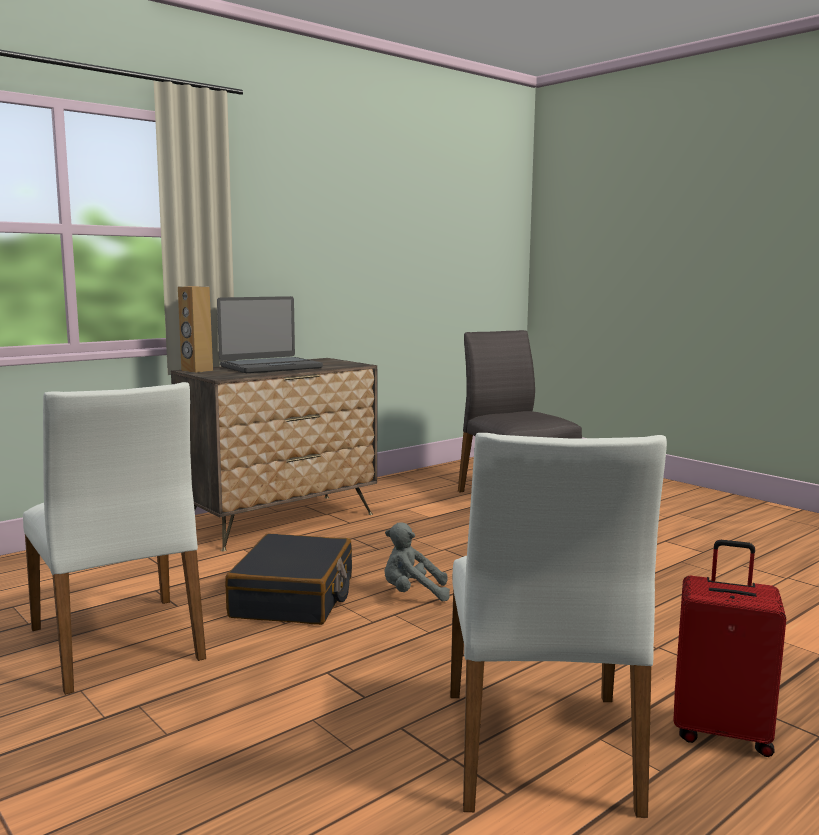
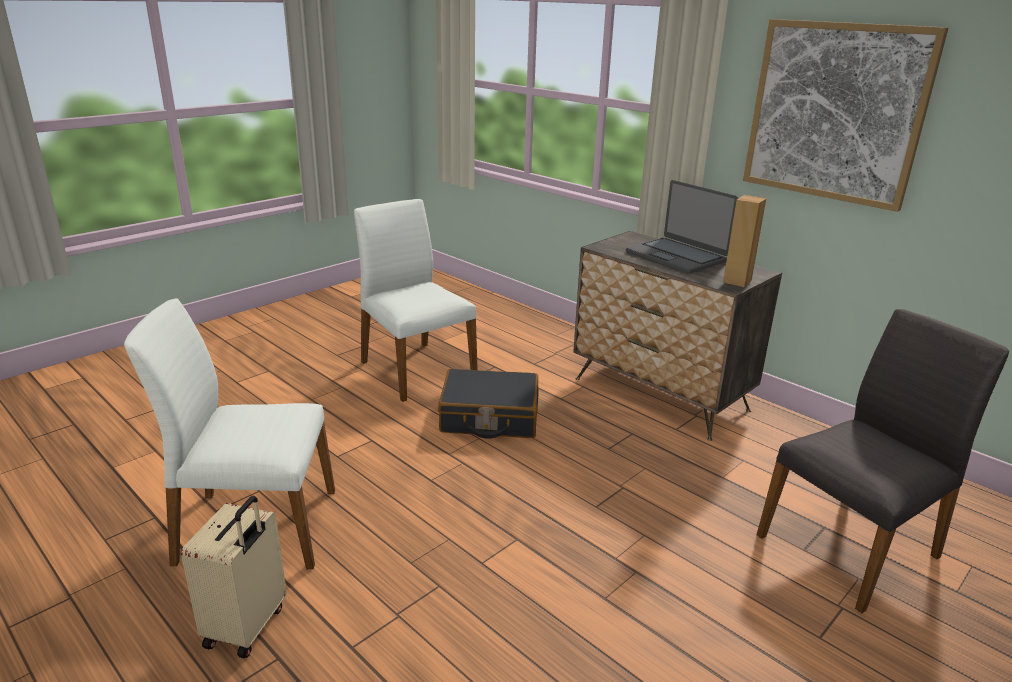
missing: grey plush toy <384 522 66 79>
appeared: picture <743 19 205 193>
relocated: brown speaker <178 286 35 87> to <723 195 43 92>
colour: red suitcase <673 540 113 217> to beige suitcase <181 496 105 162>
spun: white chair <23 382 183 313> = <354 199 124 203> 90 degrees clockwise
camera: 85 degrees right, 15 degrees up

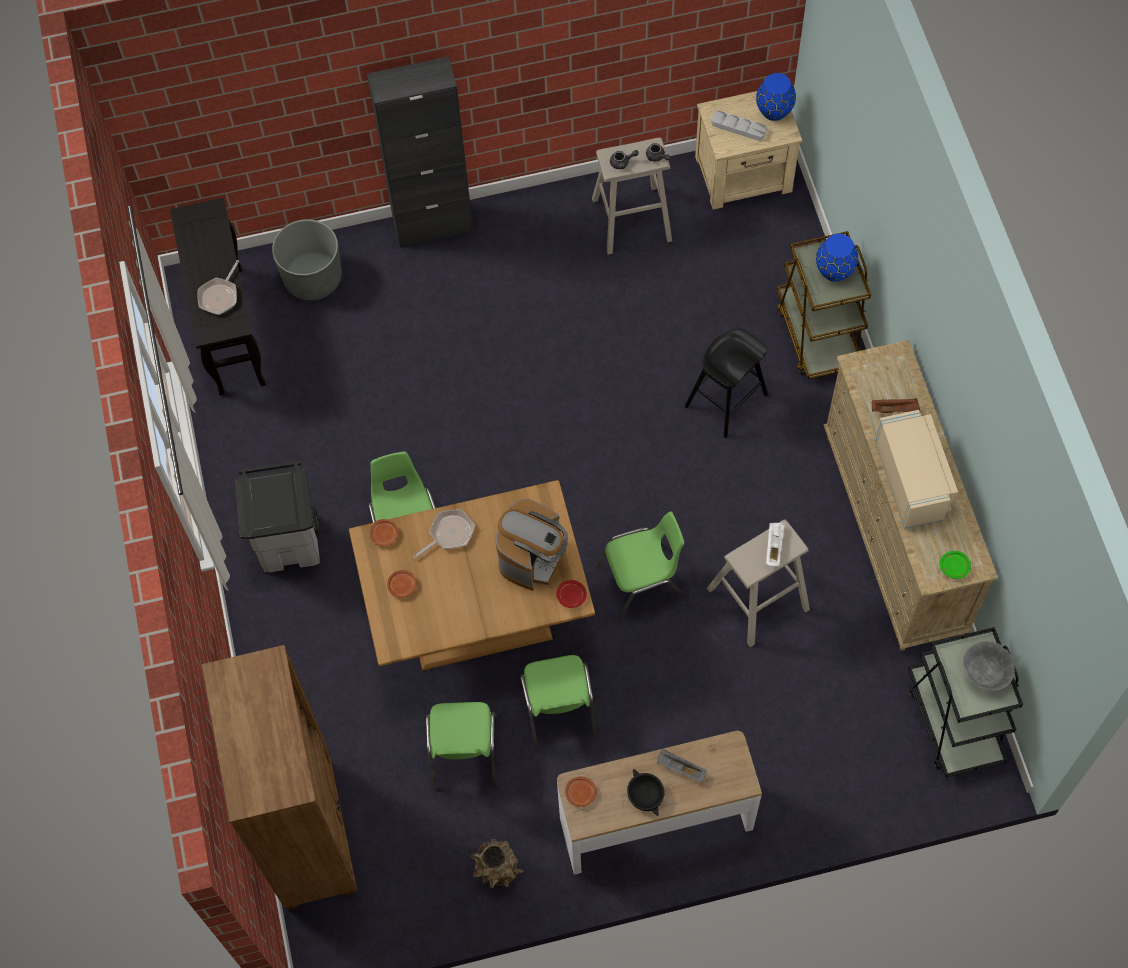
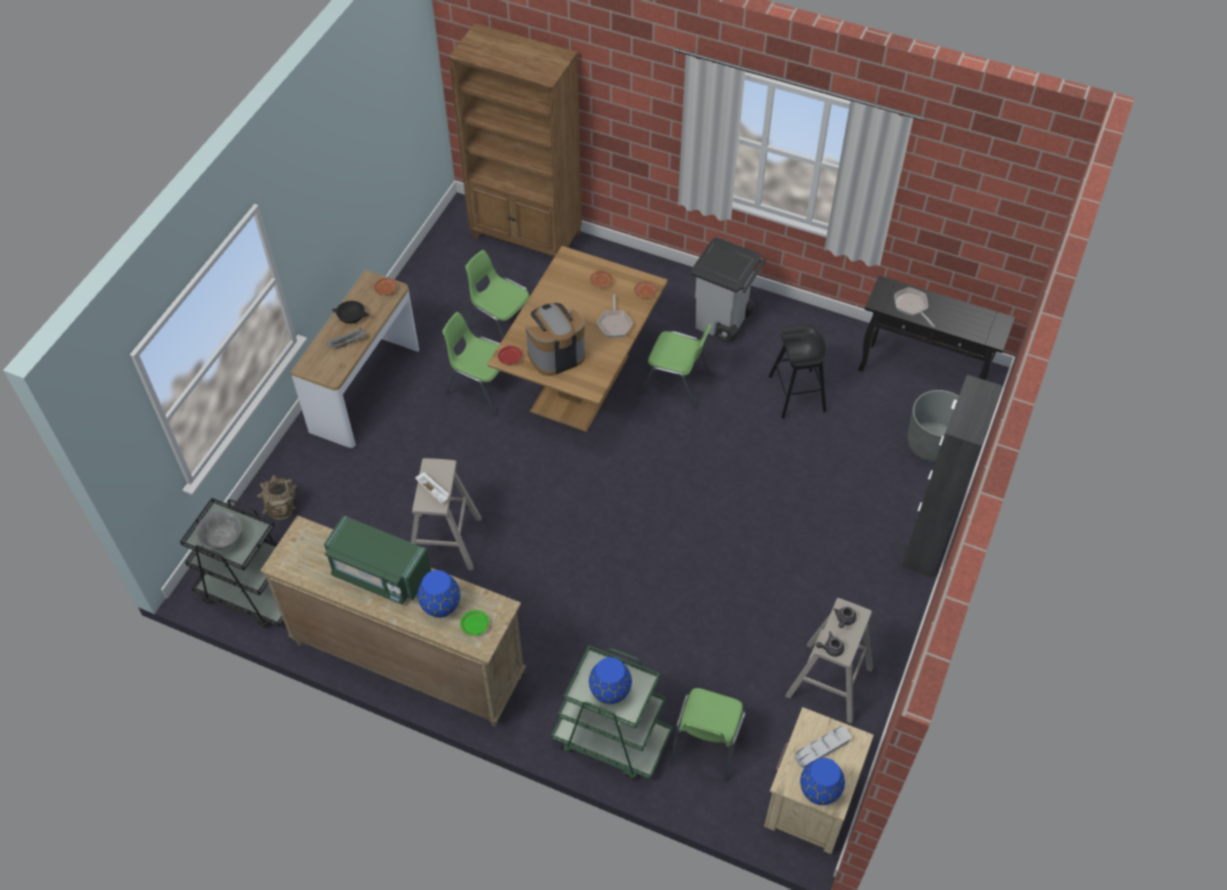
relocated: black stool <685 329 83 109> to <768 324 59 95>; green chair <596 512 90 109> to <670 688 76 94>; green plate <940 551 31 28> to <460 610 29 26>; brown vase <471 839 52 49> to <257 475 40 45>
exchanged: brown tray <872 398 48 15> to blue vase <417 570 43 48>
colour: brown cart <777 231 94 148> to green cart <551 646 122 134>; beige microwave <874 410 84 119> to green microwave <324 515 107 90>
spun: coffee machine <495 499 73 92> = <525 303 60 73> 90 degrees clockwise
camera: 125 degrees right, 10 degrees down

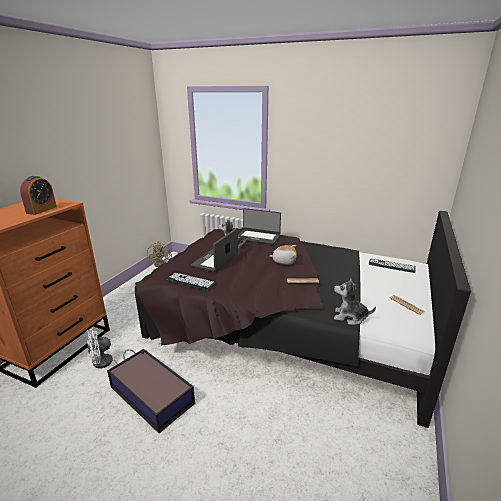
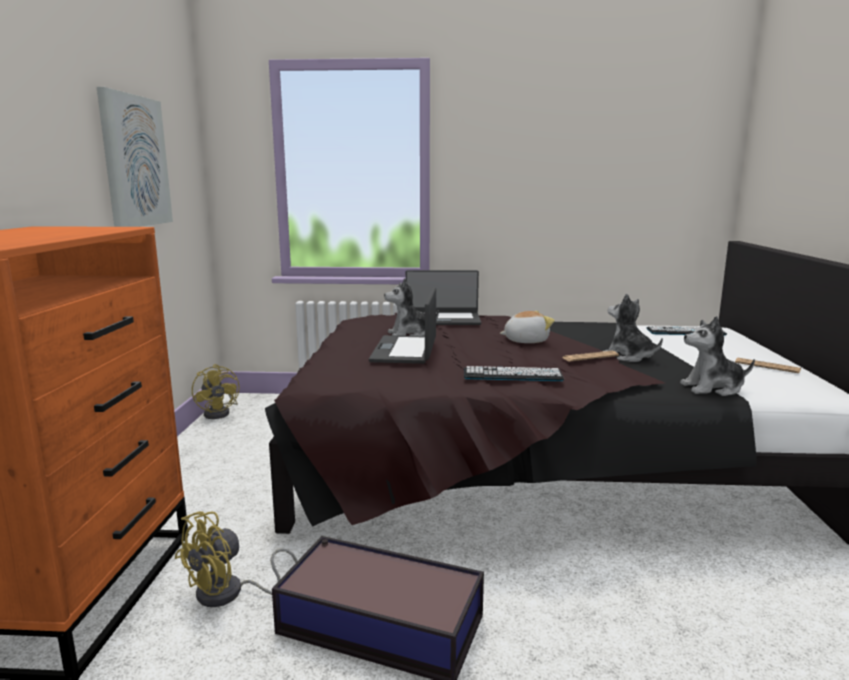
missing: alarm clock <20 176 37 39>
appeared: picture <97 87 76 140>; plush toy <605 293 58 69>
relocated: keyboard <167 273 48 17> to <464 366 100 15>
colour: white fan <87 328 49 41> to yellow fan <175 511 123 96>
camera: 20 degrees left, 10 degrees down

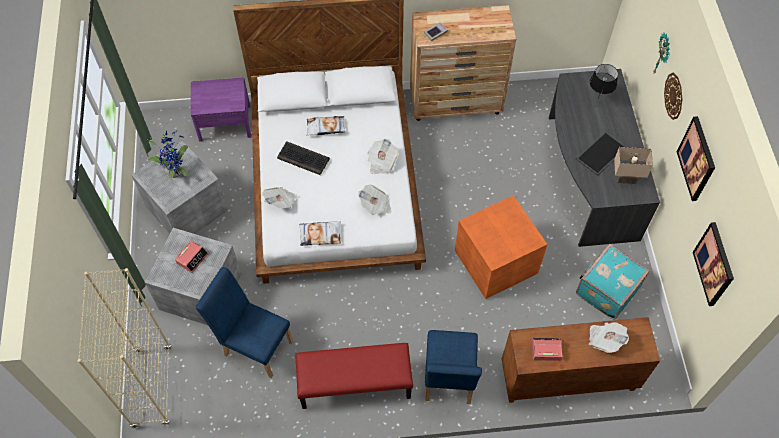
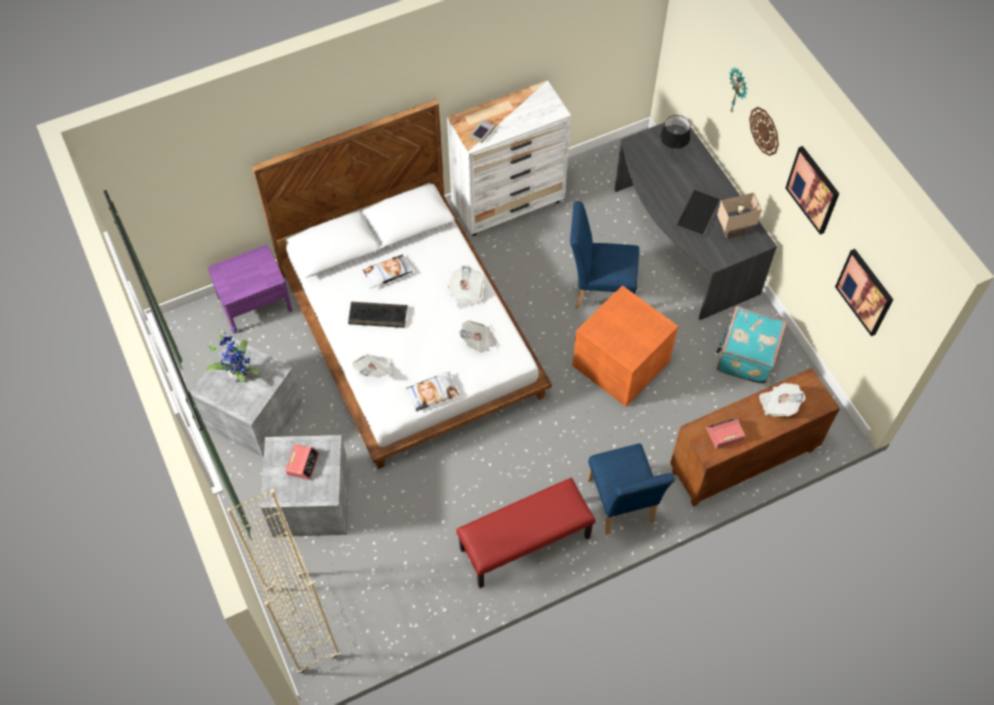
relocated: blue chair <196 267 97 111> to <570 201 69 108>
colour: brown dresser <410 5 106 116> to white dresser <447 80 124 156>
camera: 20 degrees left, 0 degrees up

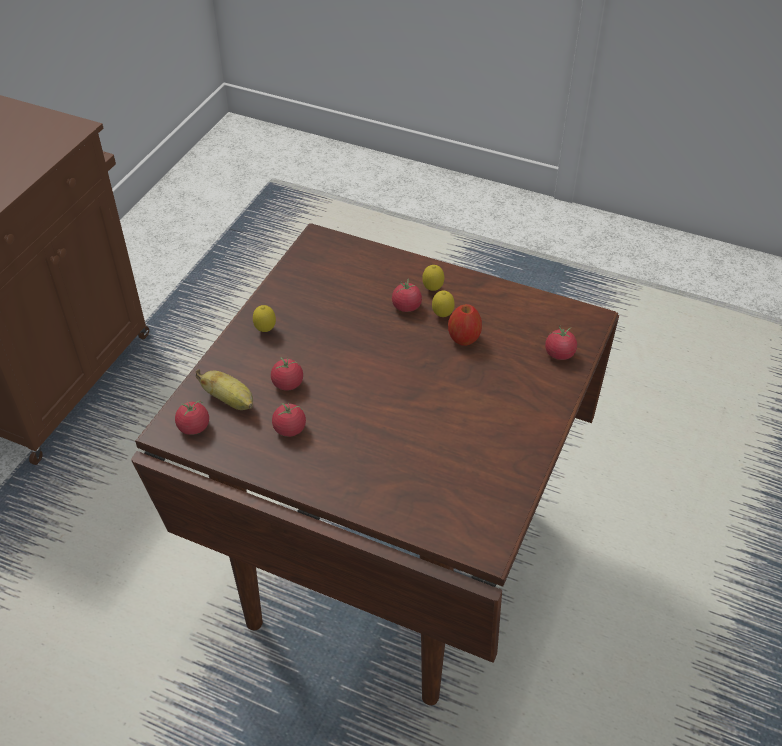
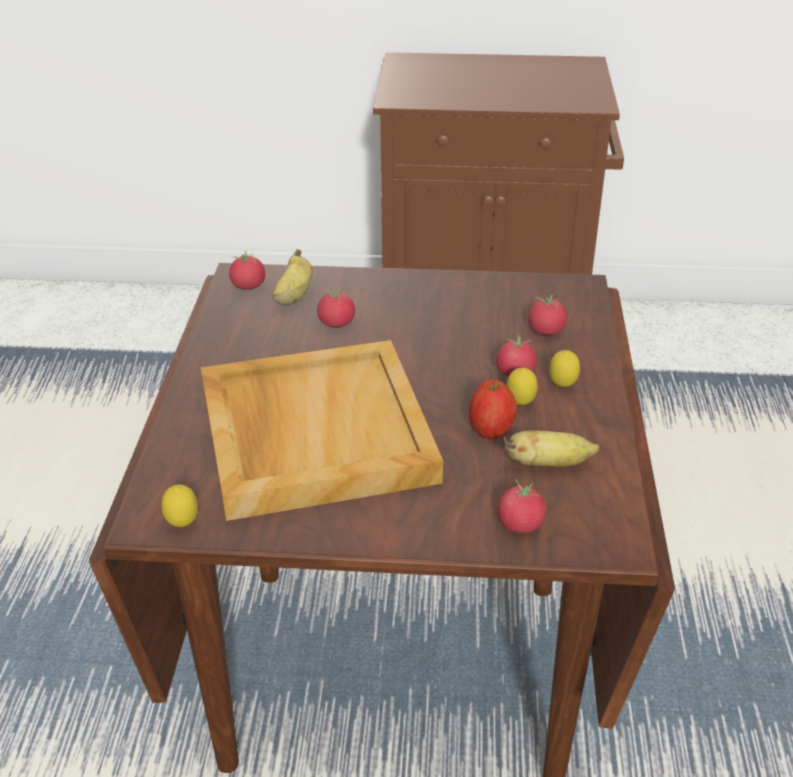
appeared: beige tray <201 340 242 181>; banana <502 430 98 36>
relocated: lemon <253 305 23 27> to <161 485 37 42>; tomato <272 402 34 35> to <529 294 38 41>
camera: 70 degrees right, 10 degrees down

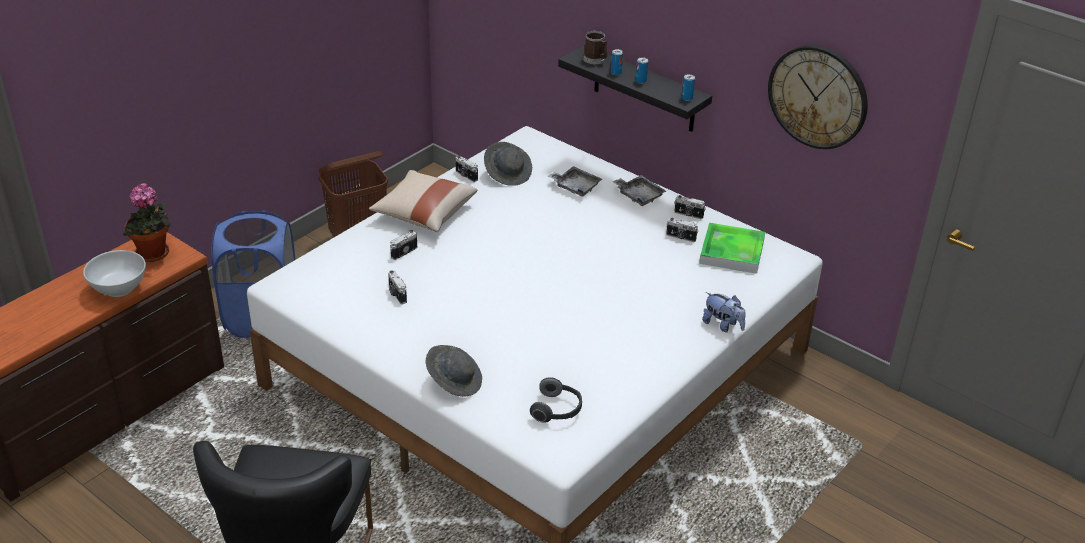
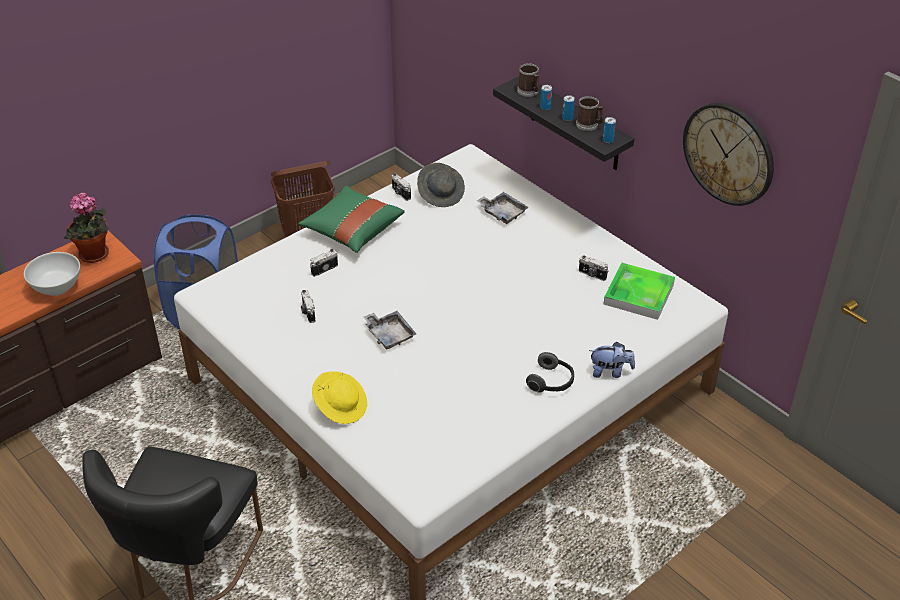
missing: photo camera <674 195 32 24>
appeared: mug <576 96 28 35>
relocated: grey tray <613 175 53 31> to <364 311 52 39>; headphones <530 377 52 46> to <526 352 48 41>
colour: beige pillow <369 170 109 62> to green pillow <298 186 106 67>; grey hat <425 345 57 52> to yellow hat <312 371 55 53>
spun: plush toy <702 292 44 40> = <589 342 46 36> 45 degrees counterclockwise
camera: 10 degrees right, 5 degrees up

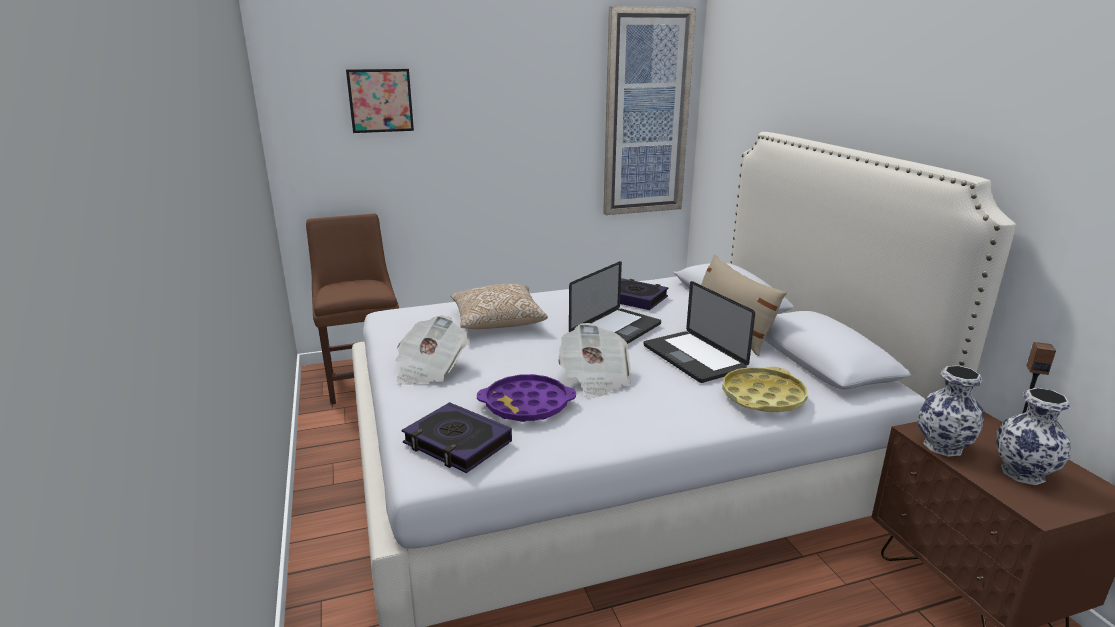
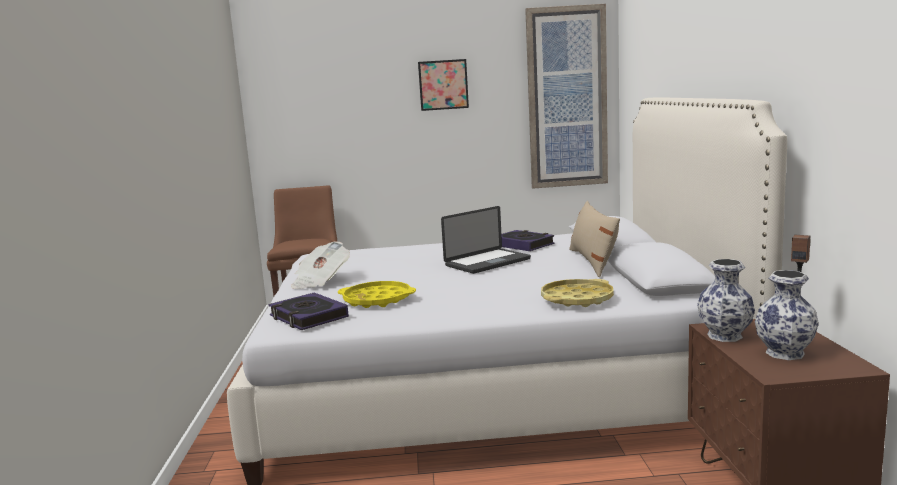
missing: laptop <644 281 111 102>; pillow <451 284 97 45>; newspaper <558 323 73 75>
relocated: picture <346 69 68 64> to <418 59 51 52>
colour: purple tray <477 374 99 48> to yellow tray <338 281 78 27>
camera: 15 degrees right, 10 degrees down

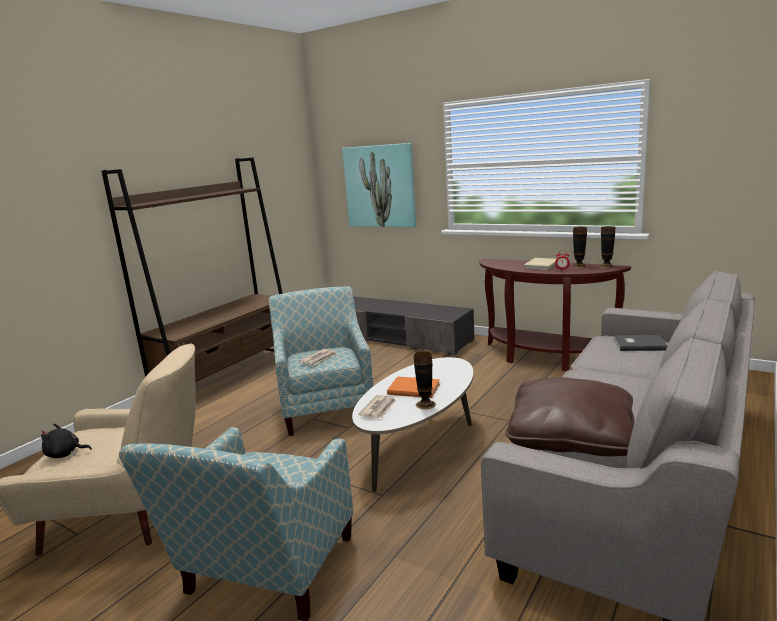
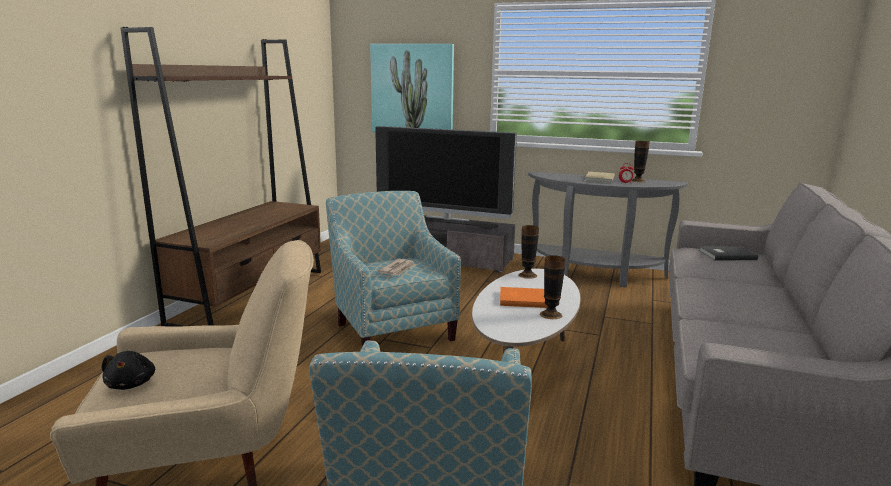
missing: brown pillow <505 377 129 79>; newspaper <358 395 38 23>
appeared: television <375 126 142 103>
relocated: vase <599 226 16 42> to <518 225 21 54>
colour: brown console table <479 259 152 112> to grey console table <528 171 160 116>
spun: black plush toy <41 424 51 34> = <102 351 53 39> 90 degrees counterclockwise
camera: 15 degrees left, 0 degrees up

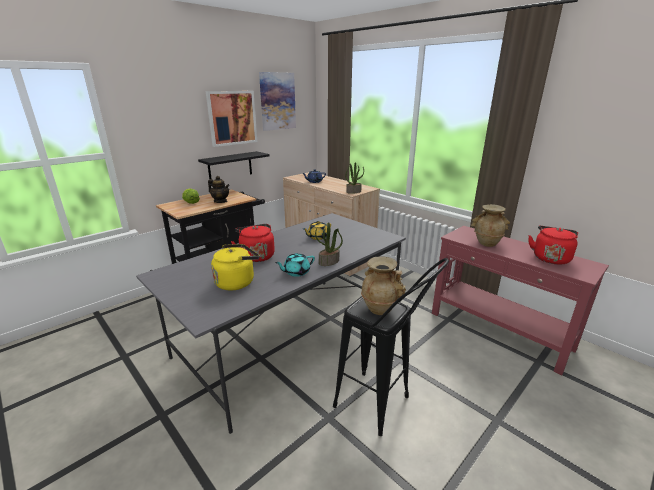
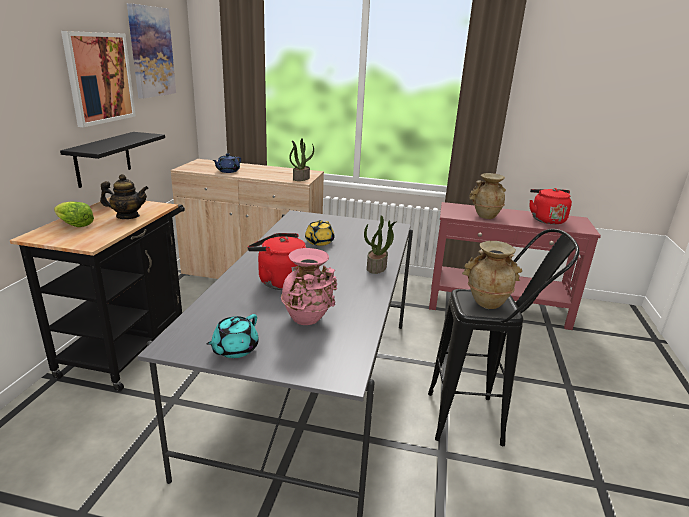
relocated: turquoise teapot <275 253 40 24> to <207 314 52 44>
exchanged: yellow kettle <211 244 49 47> to pink vase <281 248 56 77>
camera: 35 degrees left, 0 degrees up

